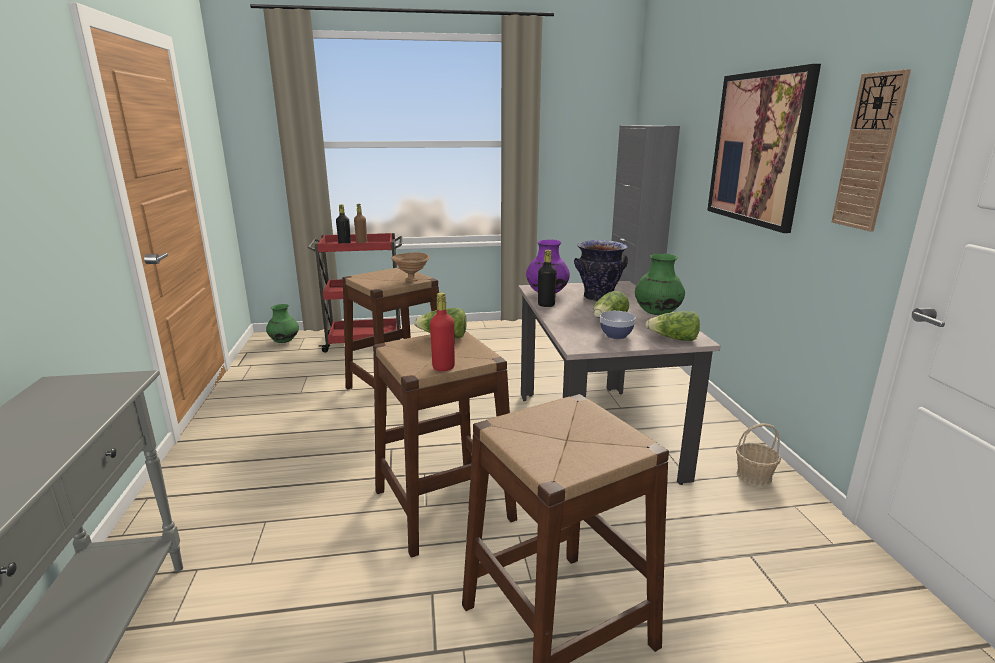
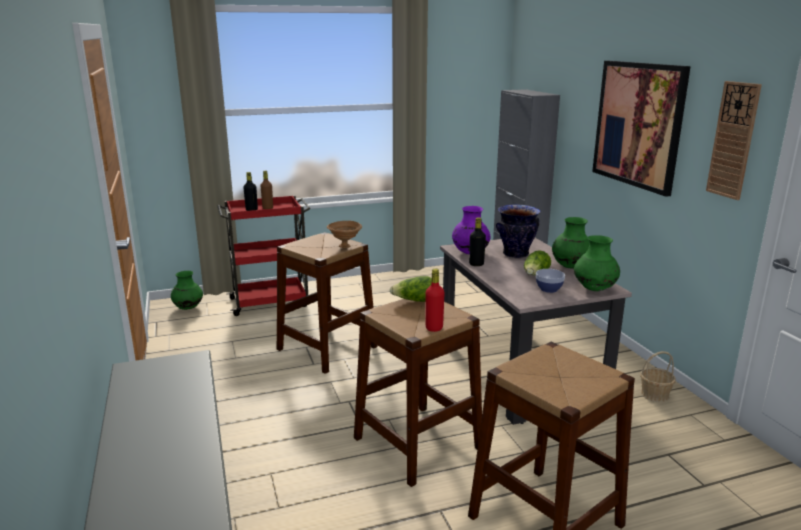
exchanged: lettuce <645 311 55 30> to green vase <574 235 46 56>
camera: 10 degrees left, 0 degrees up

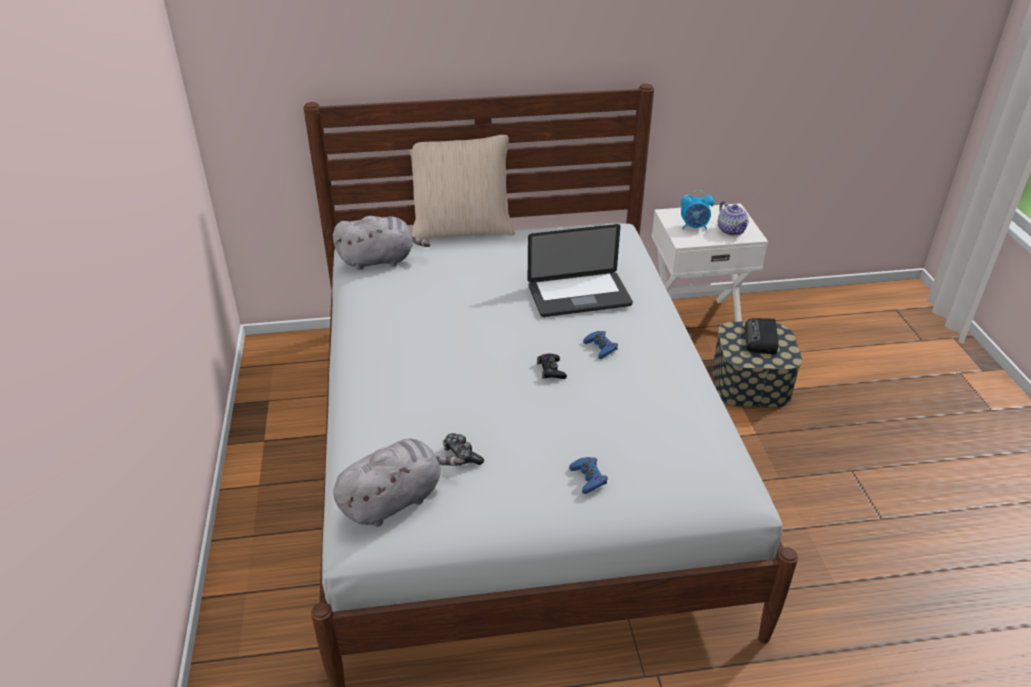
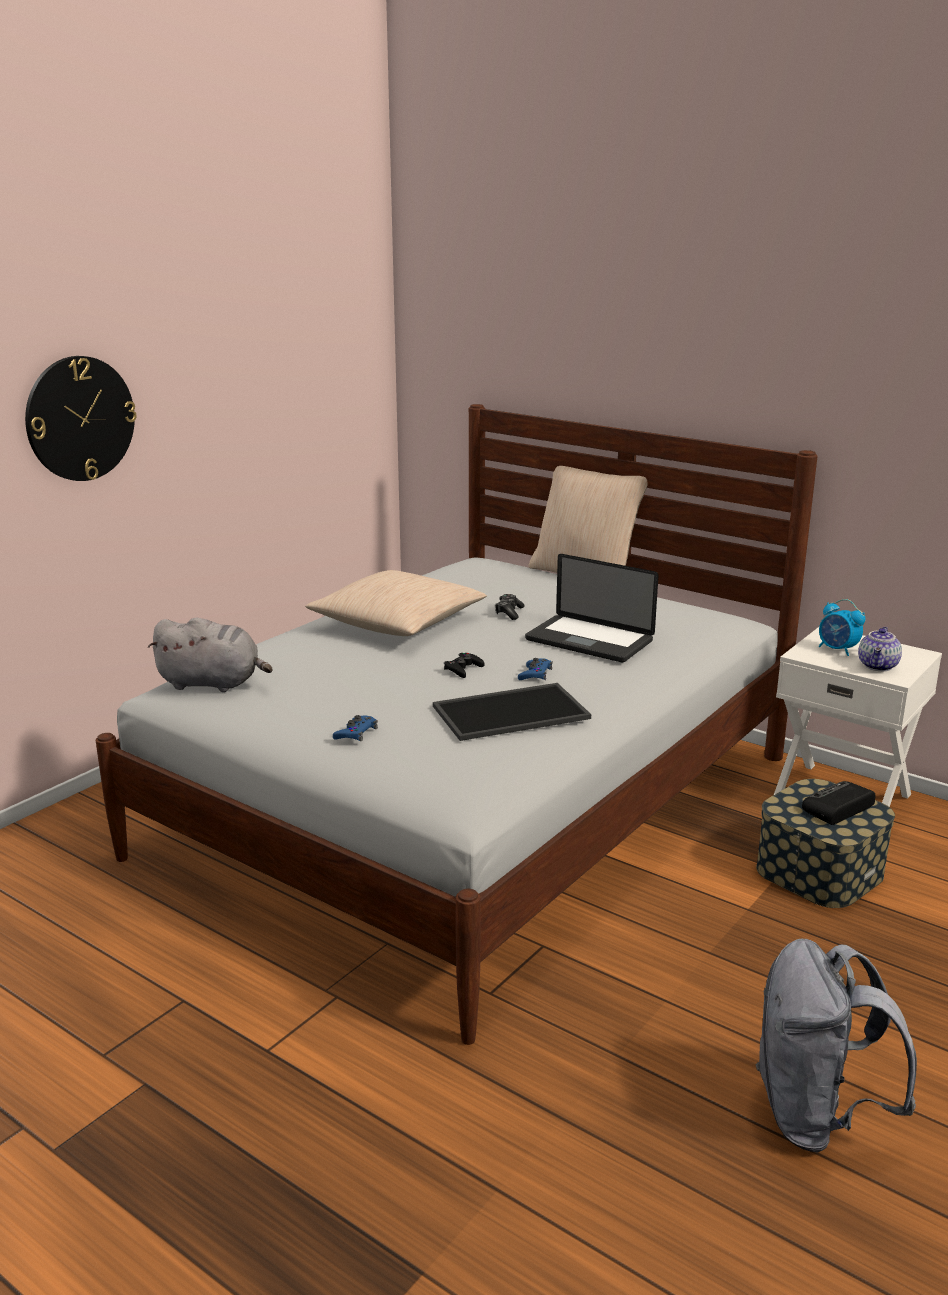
missing: grey plush toy <333 216 97 54>
appeared: wall clock <25 356 111 125>; beige pillow <305 570 182 66>; tray <433 683 158 58>; grey backpack <756 939 161 214>
relocated: game controller <443 433 41 33> to <495 594 29 26>
camera: 45 degrees right, 15 degrees down

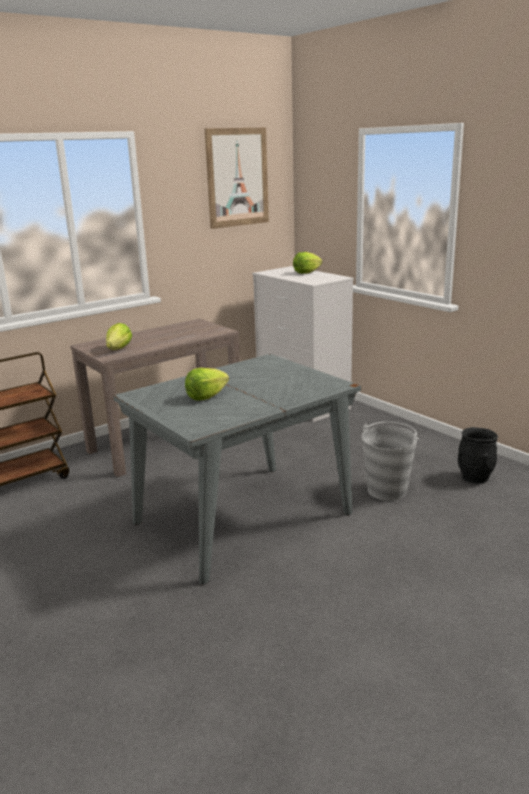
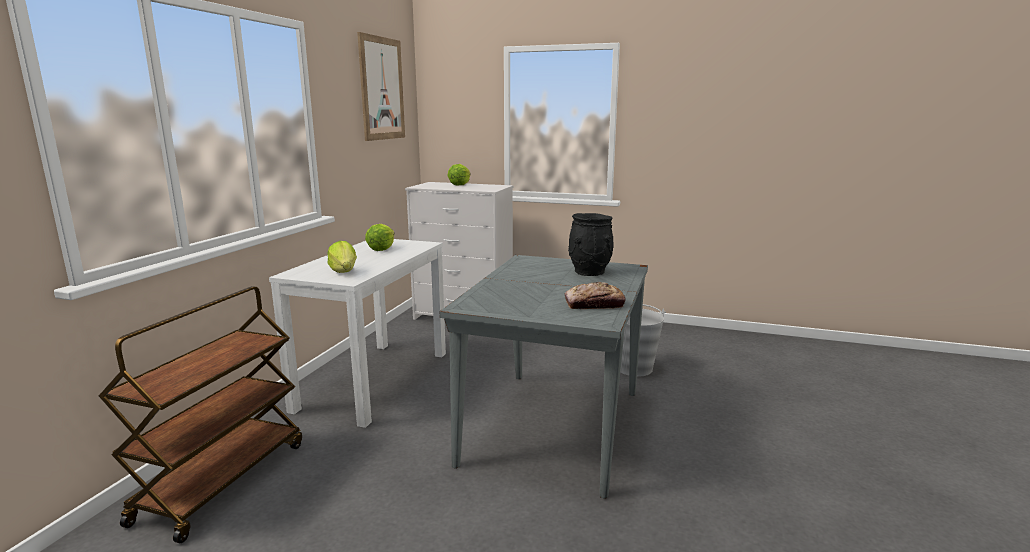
appeared: bread <565 282 61 27>
relocated: lettuce <185 368 44 33> to <365 224 30 27>; black vase <457 427 41 57> to <568 213 46 63>
colour: brown console table <70 319 170 158> to white console table <269 239 177 189>
camera: 35 degrees left, 5 degrees down

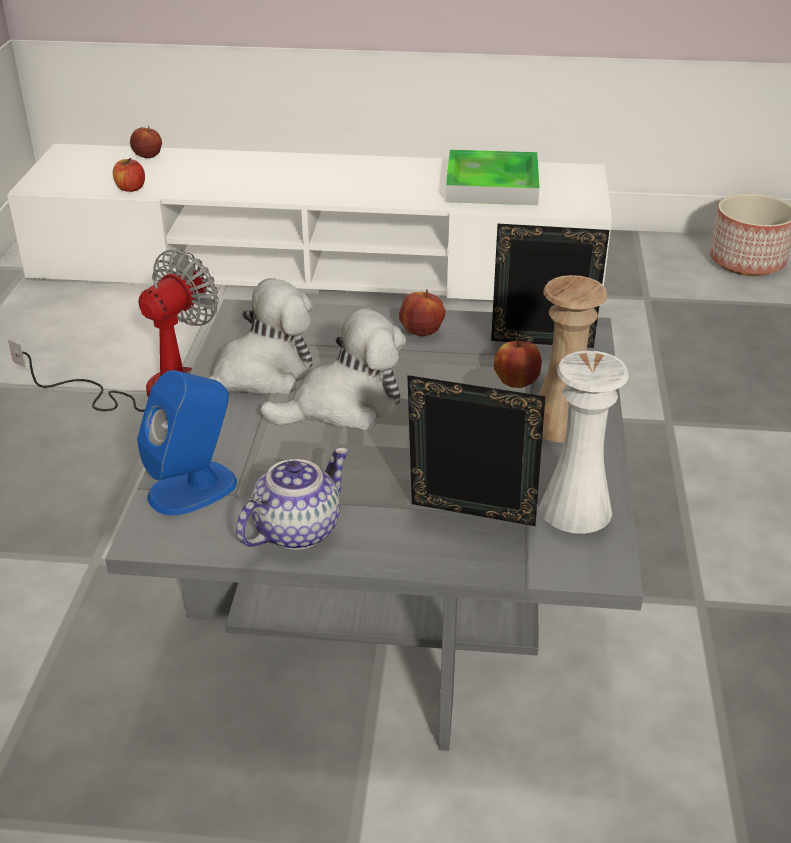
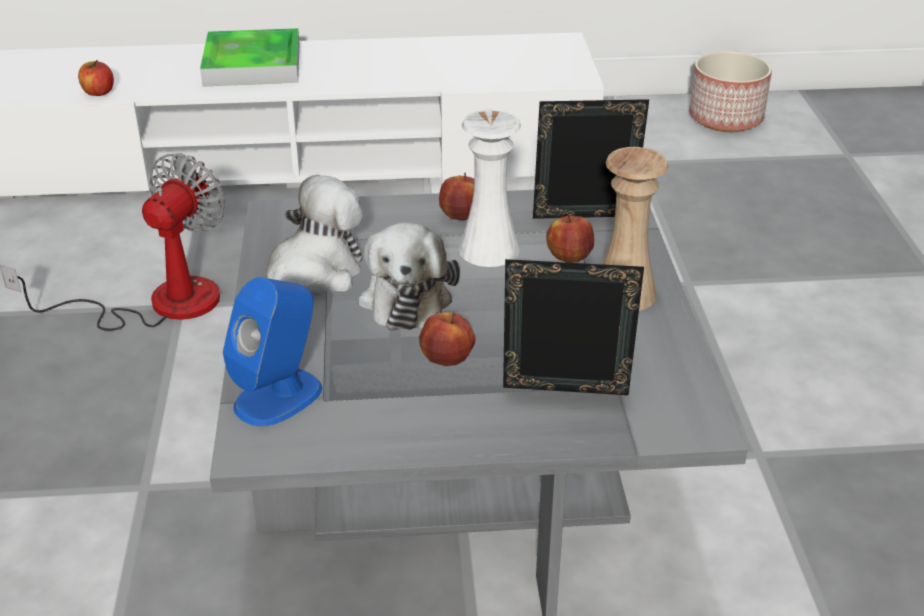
missing: teapot <236 448 113 102>
relocated: apple <130 126 32 32> to <419 312 56 54>; tray <446 150 94 55> to <200 28 100 58>; white vase <540 351 89 183> to <459 109 62 158>
spun: plush toy <260 307 146 123> = <358 223 102 107> 120 degrees clockwise
camera: 10 degrees left, 0 degrees up

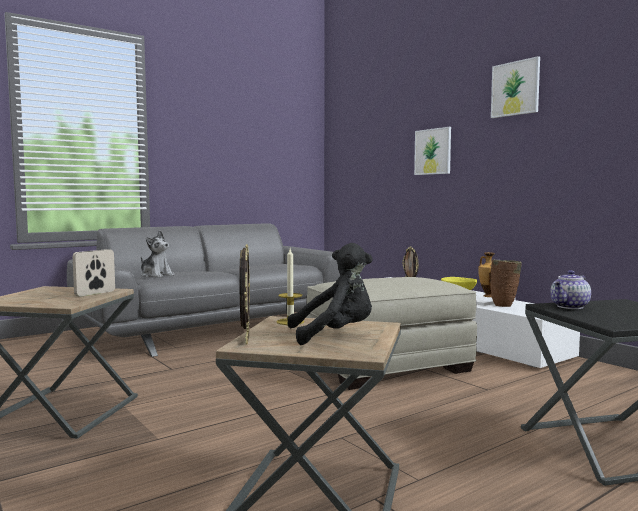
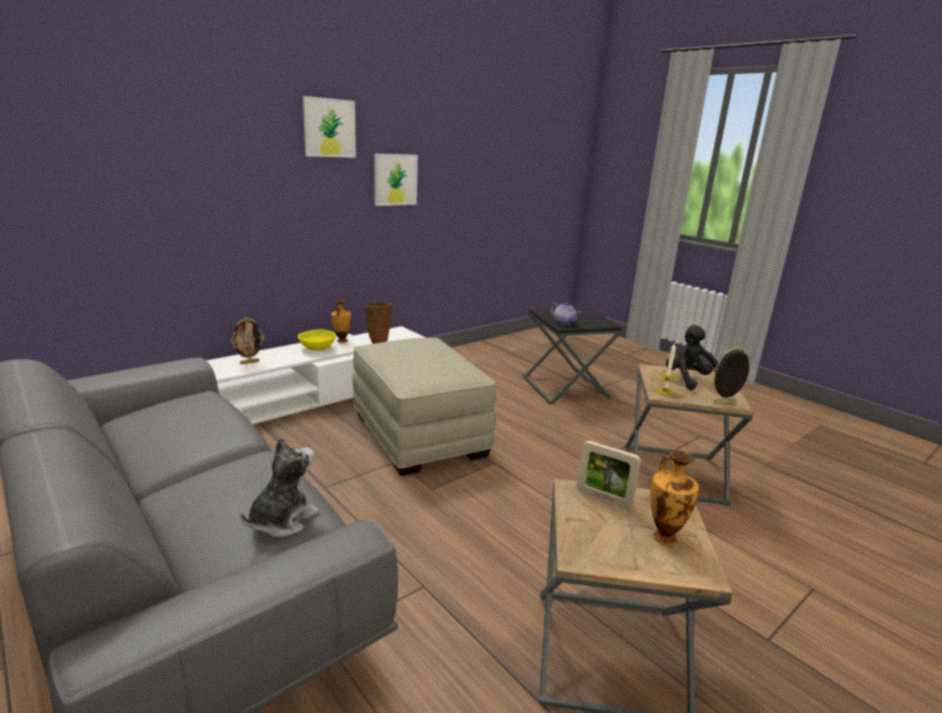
appeared: vase <650 450 49 96>
relocated: picture <414 127 37 48> to <374 154 44 52>
camera: 95 degrees left, 15 degrees up

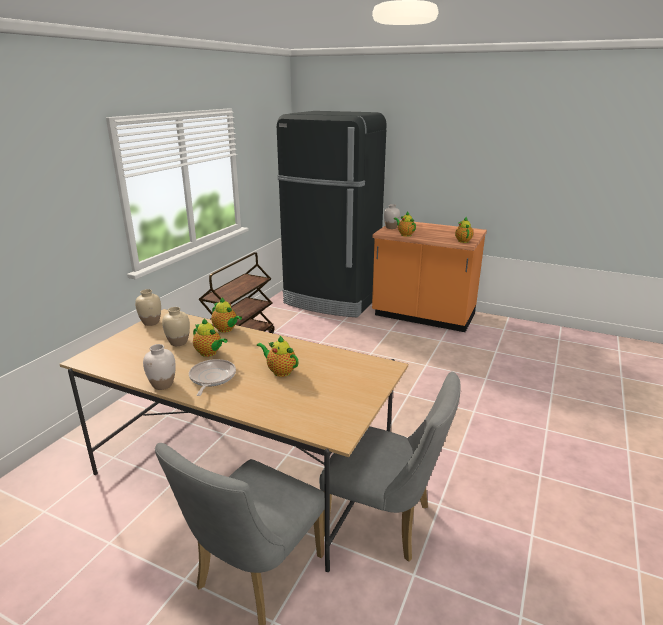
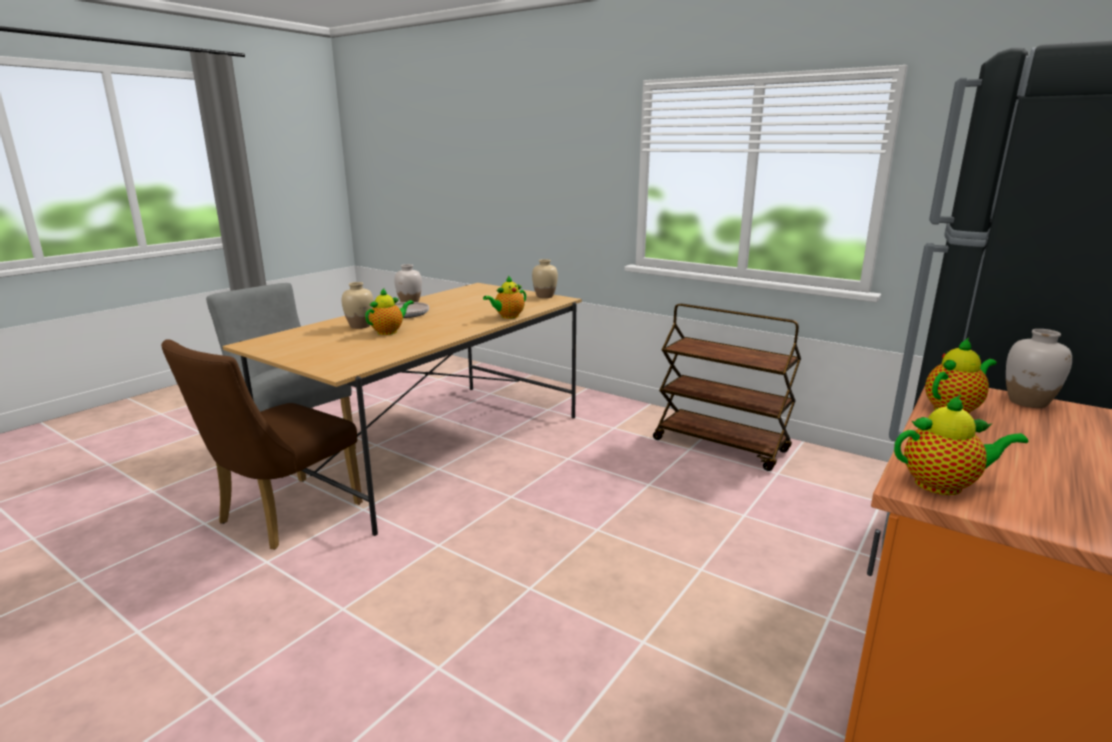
missing: teapot <193 318 35 39>
relocated: beige vase <162 307 28 39> to <342 282 32 47>
colour: grey chair <319 372 142 190> to brown chair <161 339 202 211>
camera: 100 degrees right, 5 degrees down

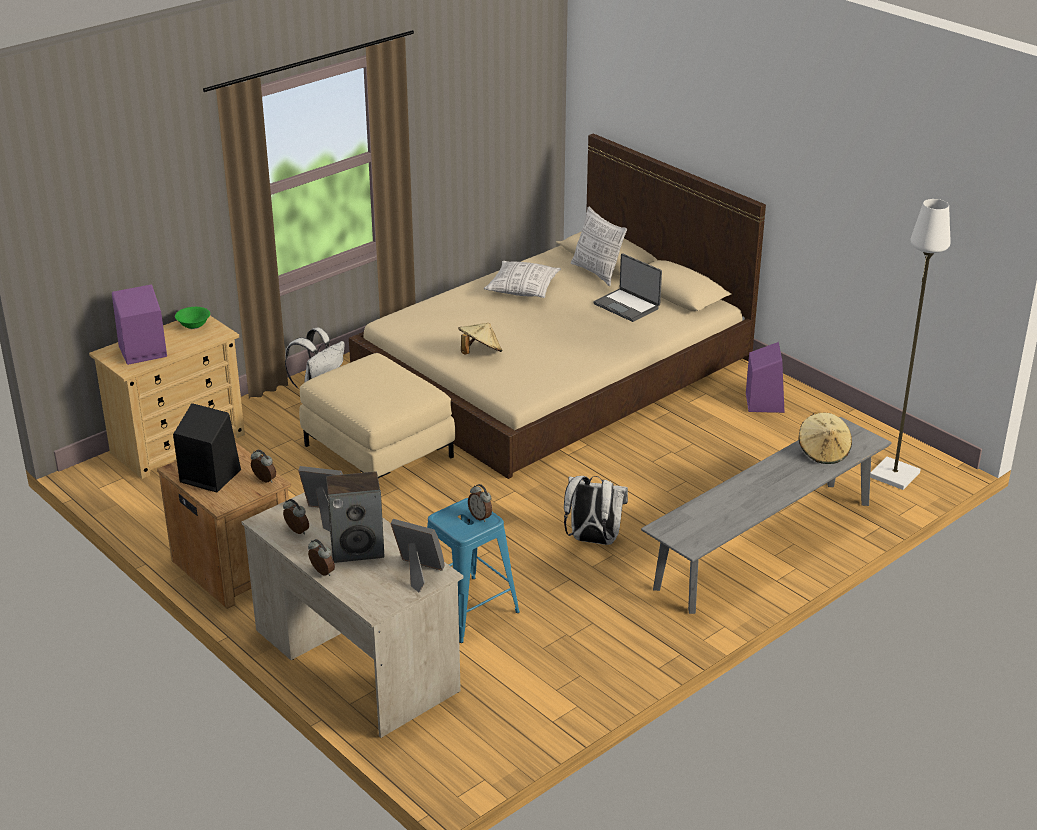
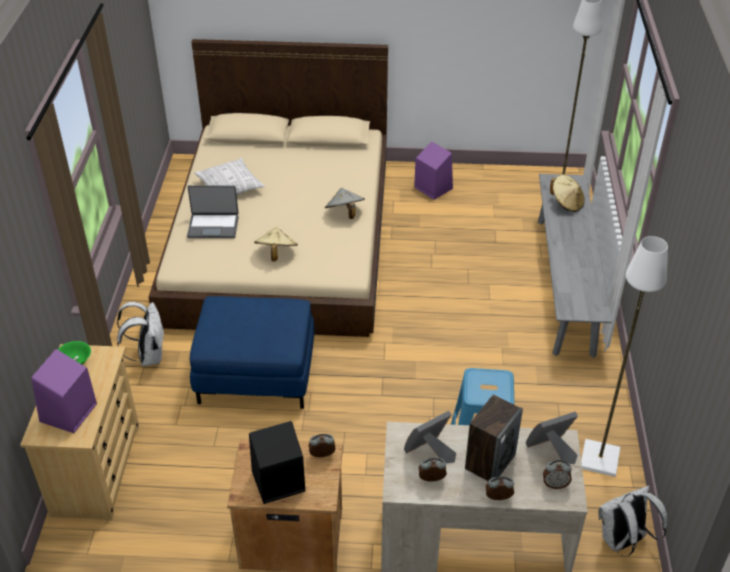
missing: pillow <571 207 56 79>
appeared: grey hat <325 188 40 31>; white floor lamp <581 236 87 241>
relocated: laptop <593 253 69 69> to <187 185 52 53>; white backpack <564 476 64 69> to <598 486 69 71>; alarm clock <468 484 24 38> to <543 460 29 29>
colour: beige ottoman <299 353 156 125> to blue ottoman <190 296 124 113>
camera: 45 degrees left, 10 degrees up

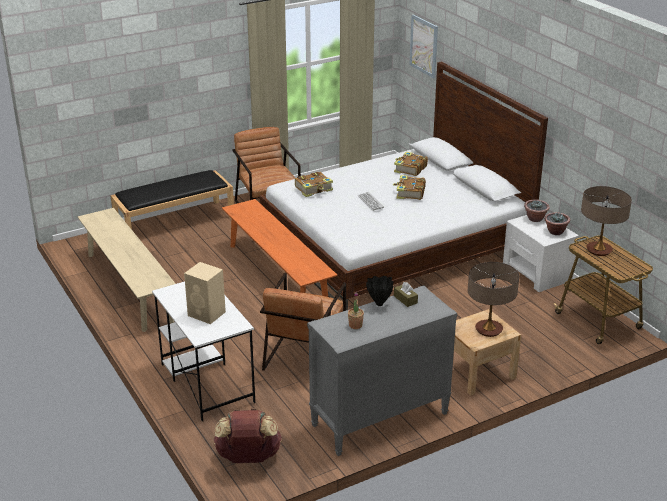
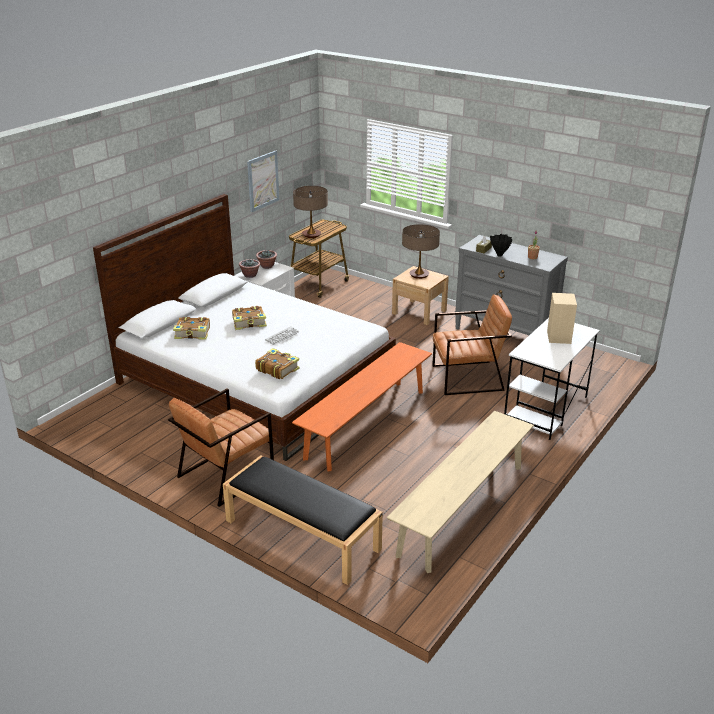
missing: brown backpack <214 408 68 55>
relocated: picture <410 14 28 64> to <247 150 32 62>
camera: 115 degrees left, 0 degrees up

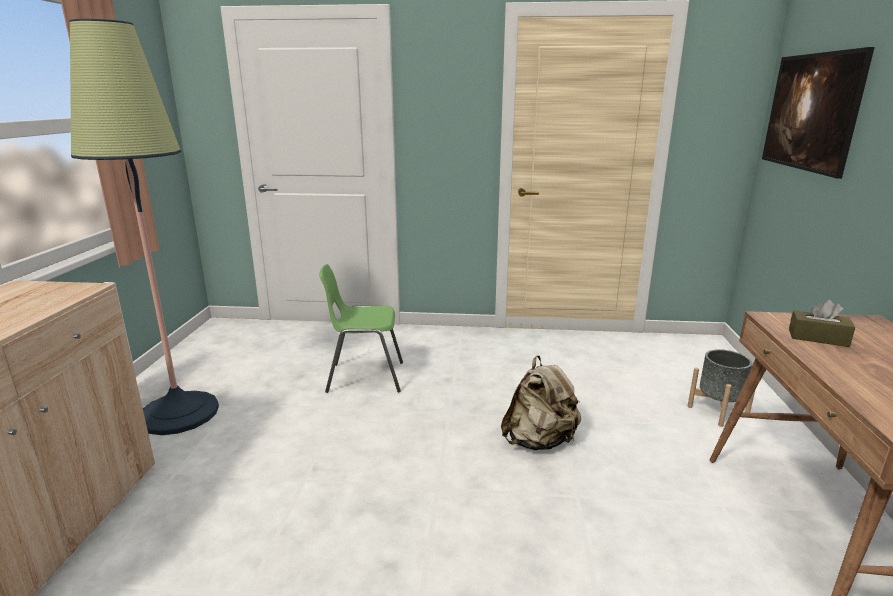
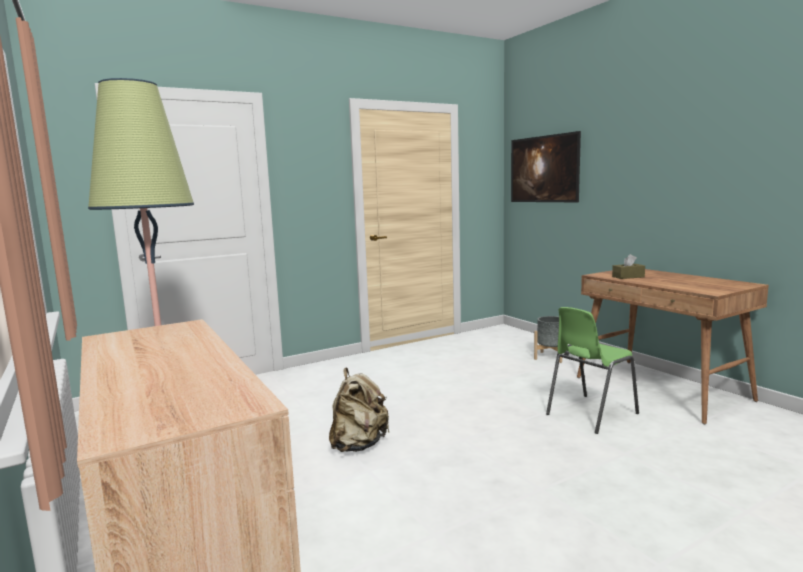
relocated: green chair <319 264 84 129> to <546 307 93 127>; beige backpack <501 355 80 95> to <329 367 61 85>
camera: 35 degrees left, 10 degrees down

